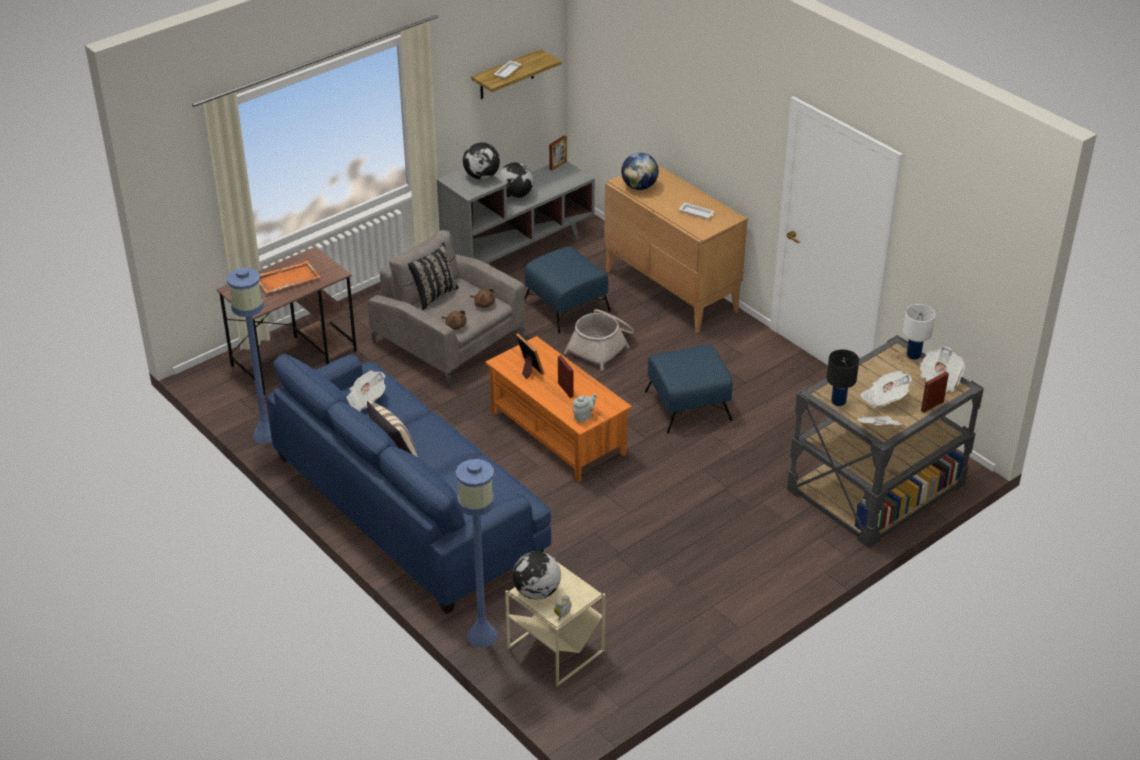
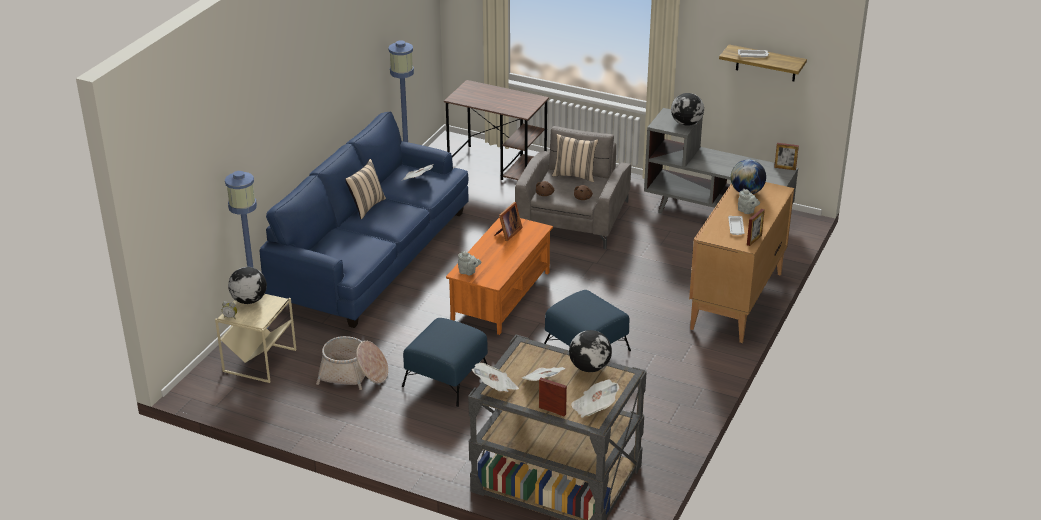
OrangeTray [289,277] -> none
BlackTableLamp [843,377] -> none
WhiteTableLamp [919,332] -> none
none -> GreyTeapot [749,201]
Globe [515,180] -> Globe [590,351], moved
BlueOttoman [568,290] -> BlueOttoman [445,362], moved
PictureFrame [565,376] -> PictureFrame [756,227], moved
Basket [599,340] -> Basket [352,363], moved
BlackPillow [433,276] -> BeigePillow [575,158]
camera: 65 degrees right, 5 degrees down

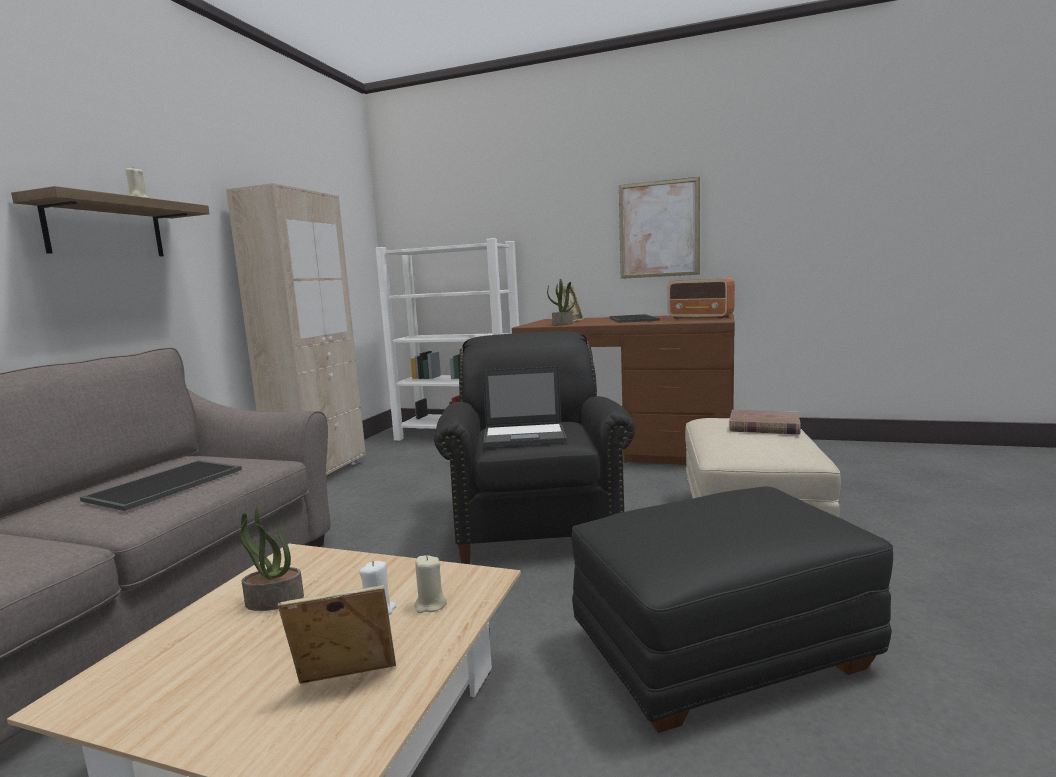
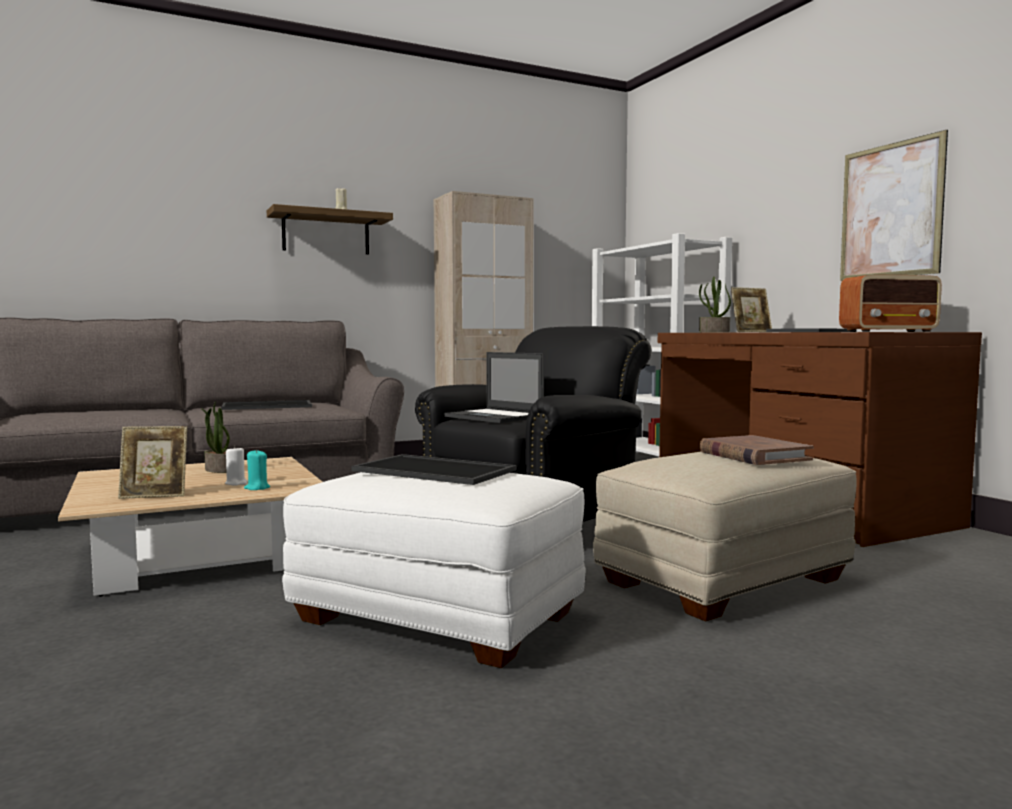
none -> Tray [434,469]
BeigeCandle [430,584] -> TurquoiseCandle [257,469]
BlackOttoman [732,610] -> WhiteOttoman [434,570]
PictureFrame [337,634] -> PictureFrame [152,462], 135 degrees clockwise
Radio [701,298] -> Radio [890,303], 90 degrees counterclockwise
camera: 45 degrees right, 5 degrees down

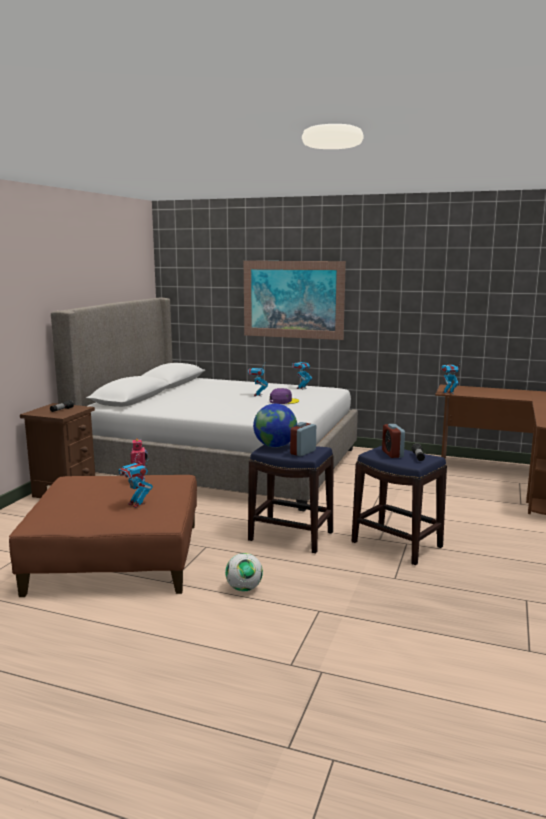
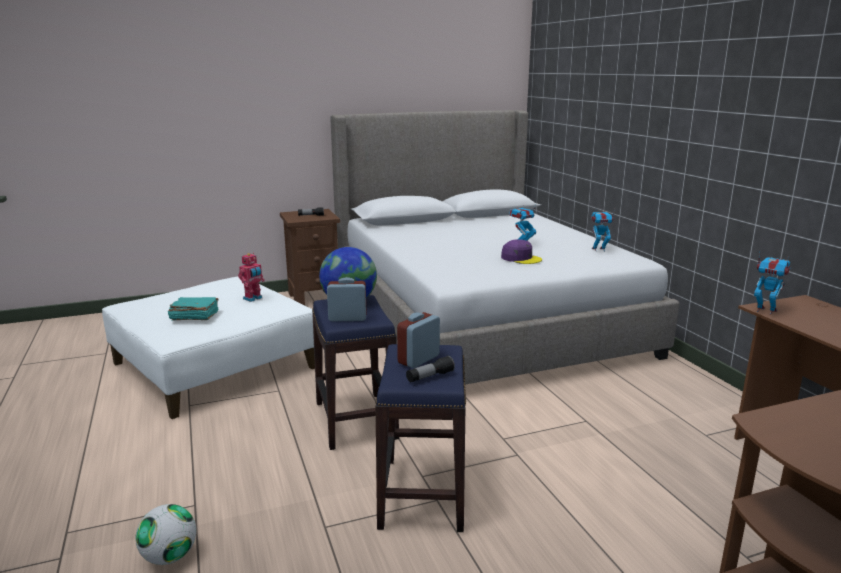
Picture [295,300] -> none
Football [244,572] -> Football [165,534], moved
ToyRobot [136,482] -> TurquoiseBook [193,308]
BrownOttoman [103,536] -> WhiteOttoman [208,348]
camera: 50 degrees right, 5 degrees up

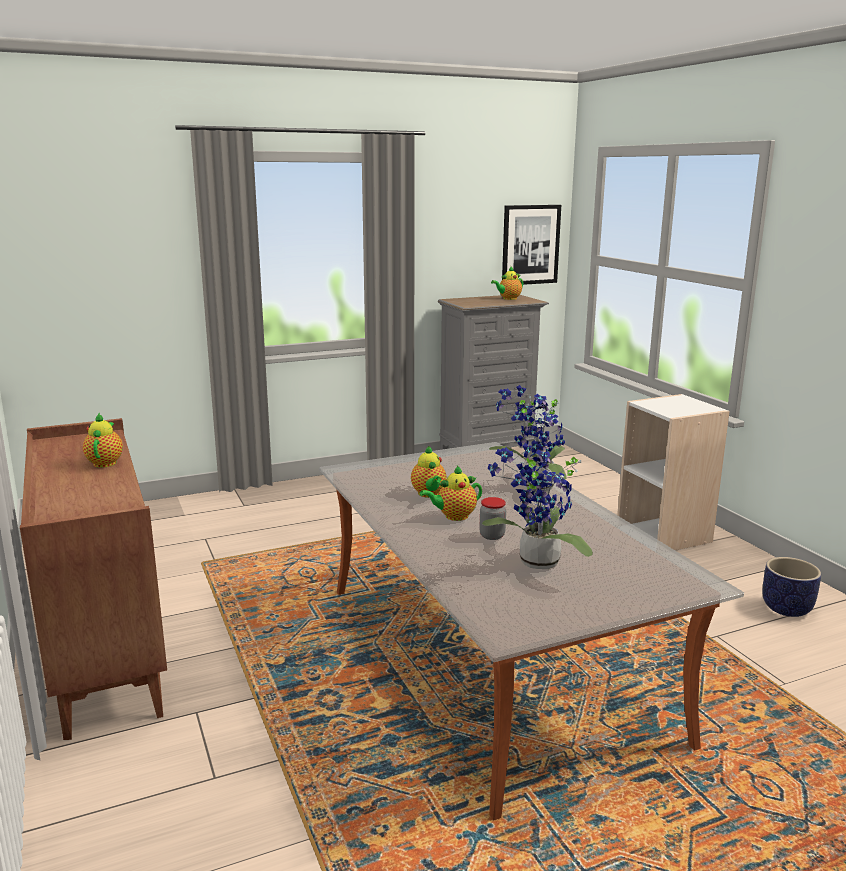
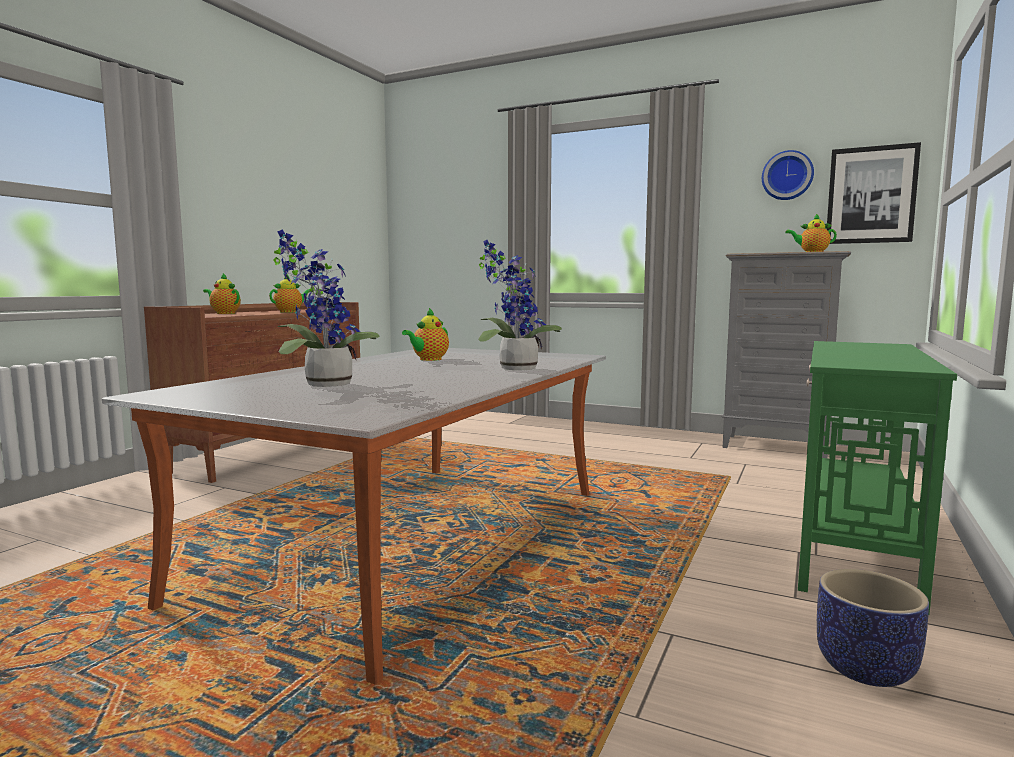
Jar [492,518] -> none
none -> WallClock [788,175]
Teapot [451,493] -> Teapot [222,293], moved
Bookcase [673,472] -> GreenConsoleTable [877,477]
camera: 50 degrees right, 10 degrees down

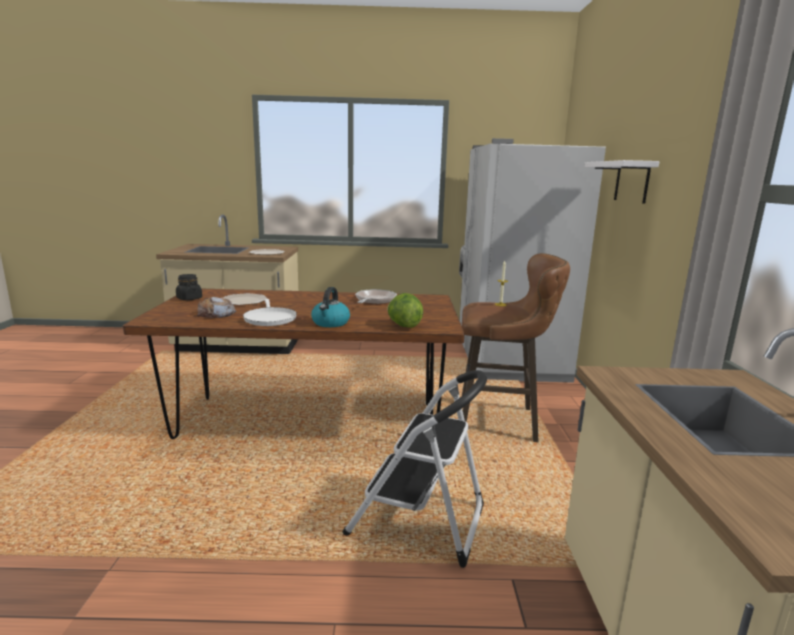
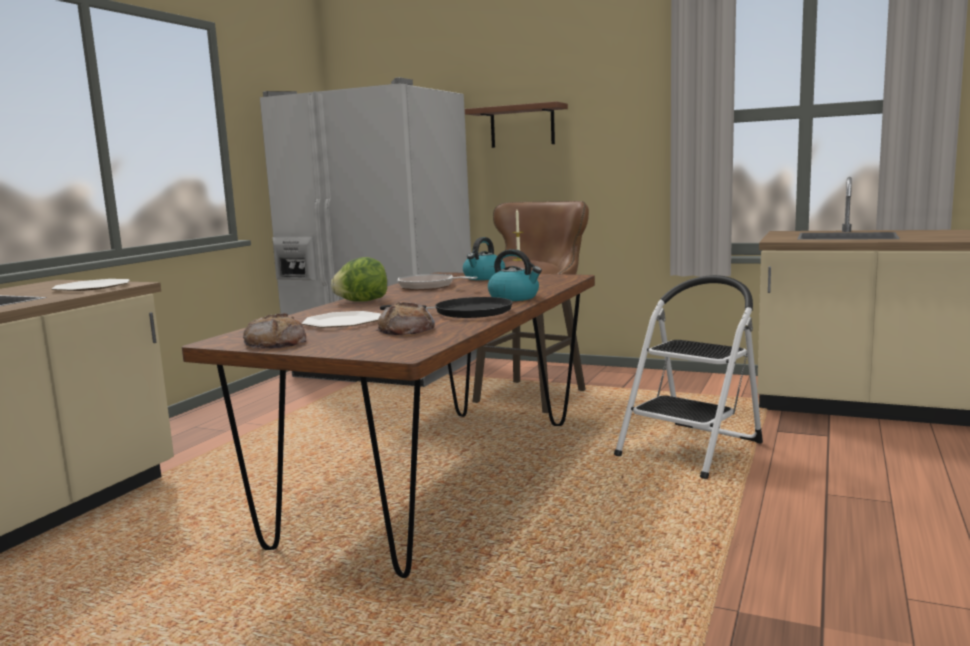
none -> Kettle [484,258]
Lettuce [405,310] -> Lettuce [359,279], moved
BlackJar [189,287] -> Bread [274,331]
WhiteFryingPan [270,312] -> BlackFryingPan [446,307]
WhiteShelf [621,182] -> BrownShelf [516,124]
camera: 65 degrees left, 5 degrees down

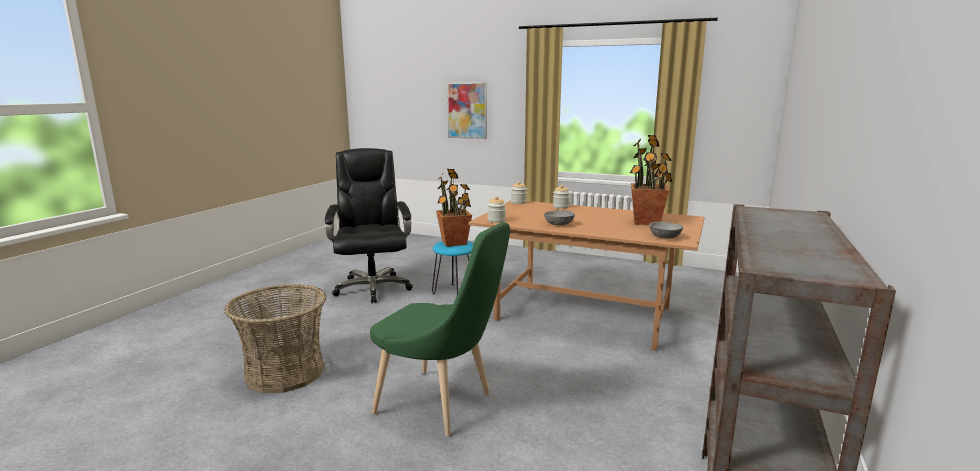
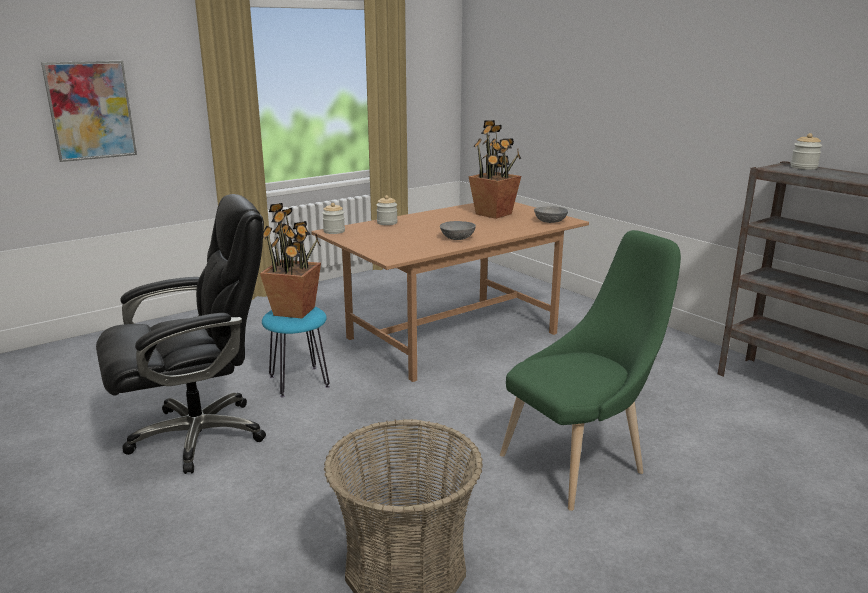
Jar [496,209] -> Jar [806,151], moved
BlackOfficeChair [369,225] -> BlackOfficeChair [181,334], 135 degrees clockwise
camera: 60 degrees left, 5 degrees up

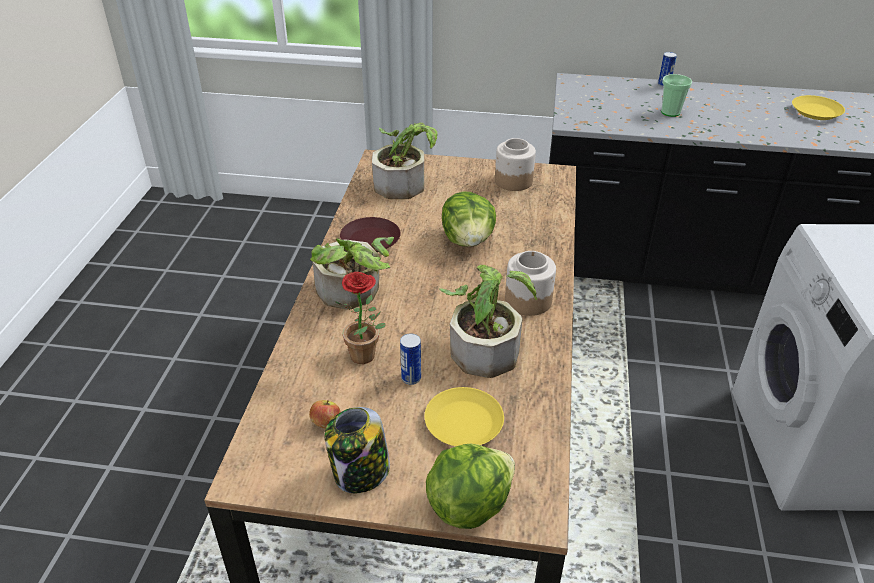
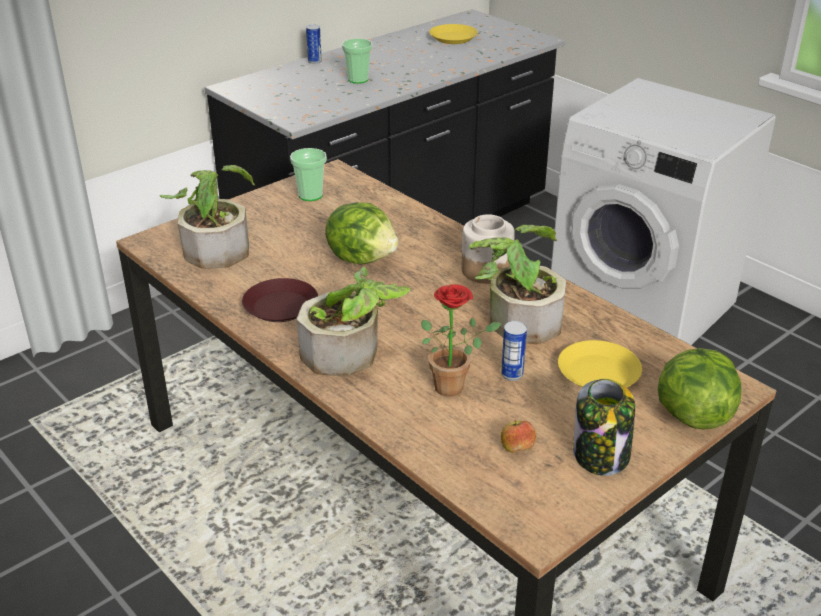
Jar [515,164] -> Cup [308,174]
camera: 50 degrees left, 5 degrees down

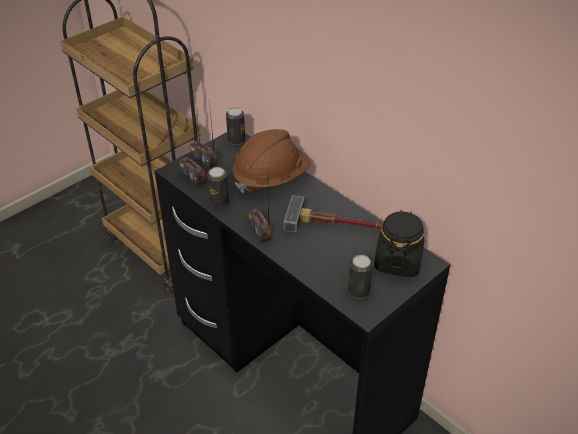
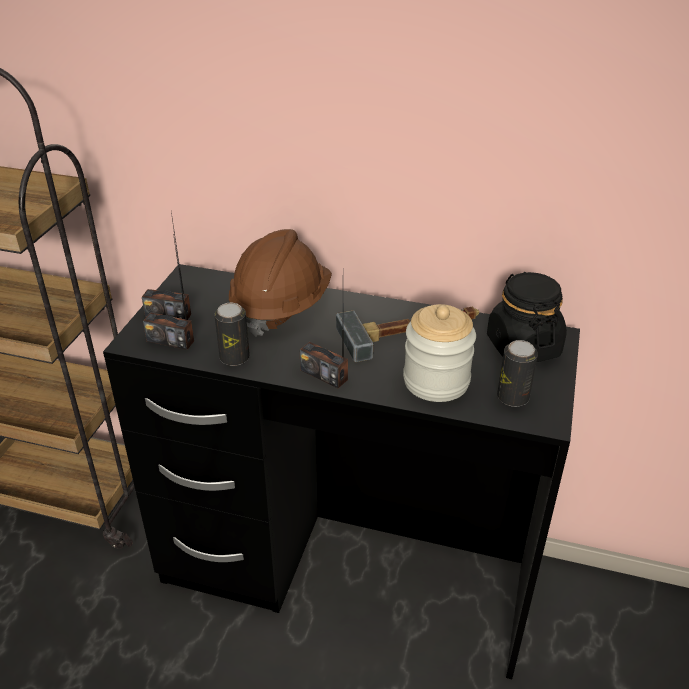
Can [235,126] -> none
none -> Jar [439,353]
camera: 30 degrees left, 5 degrees down

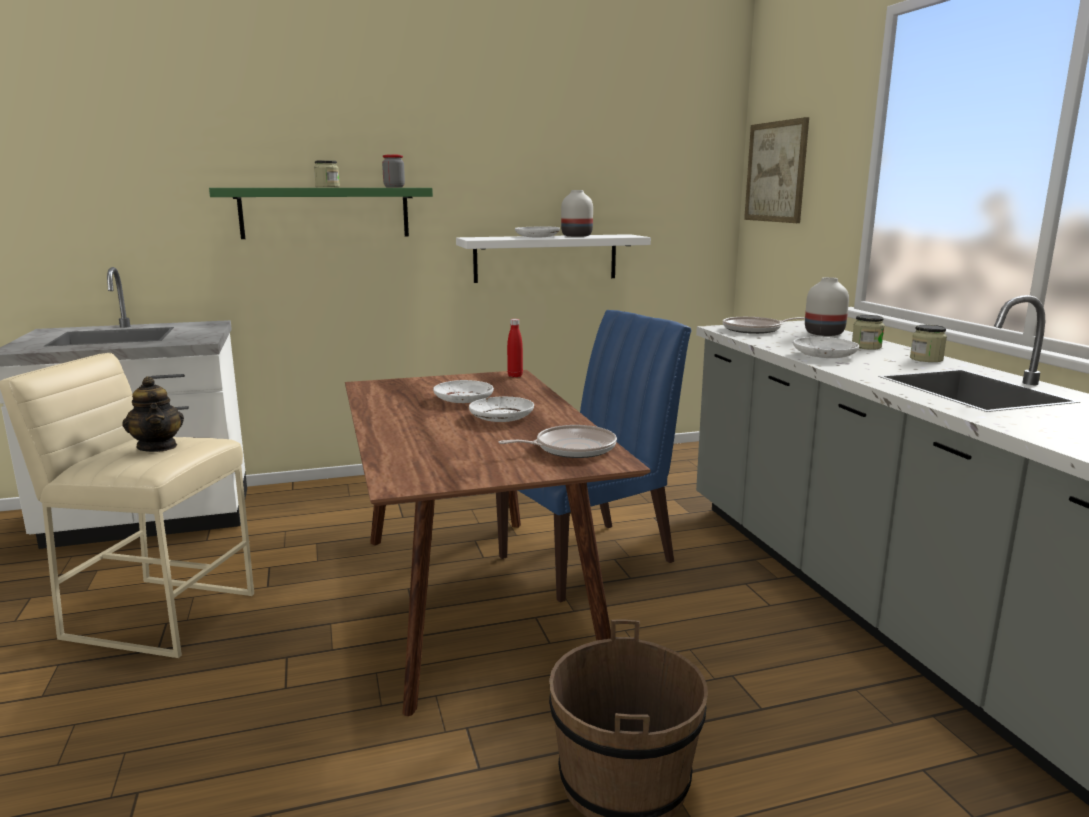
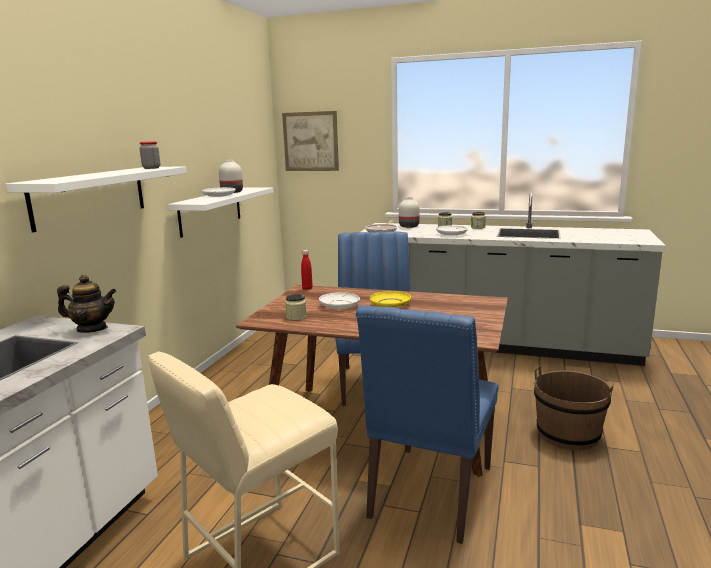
FryingPan [557,441] -> none
none -> BlueChair [427,424]
Teapot [153,414] -> Teapot [87,304], moved
Jar [327,174] -> Jar [296,307], moved
GreenShelf [321,213] -> WhiteShelf [96,199]
WhitePlate [501,409] -> YellowPlate [390,299]
camera: 55 degrees left, 0 degrees up

